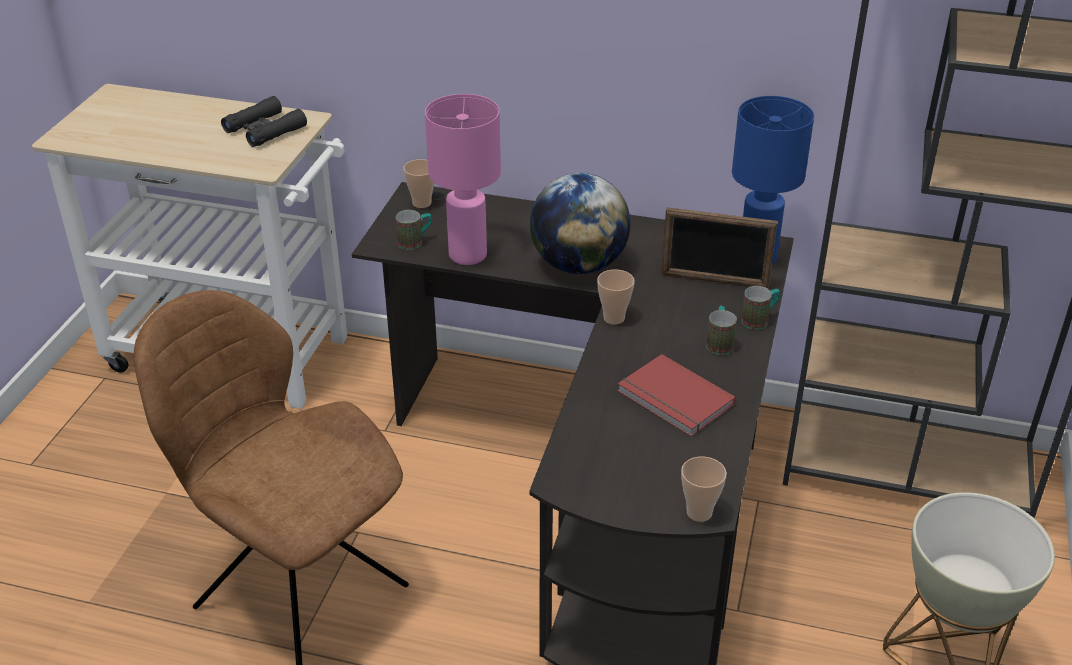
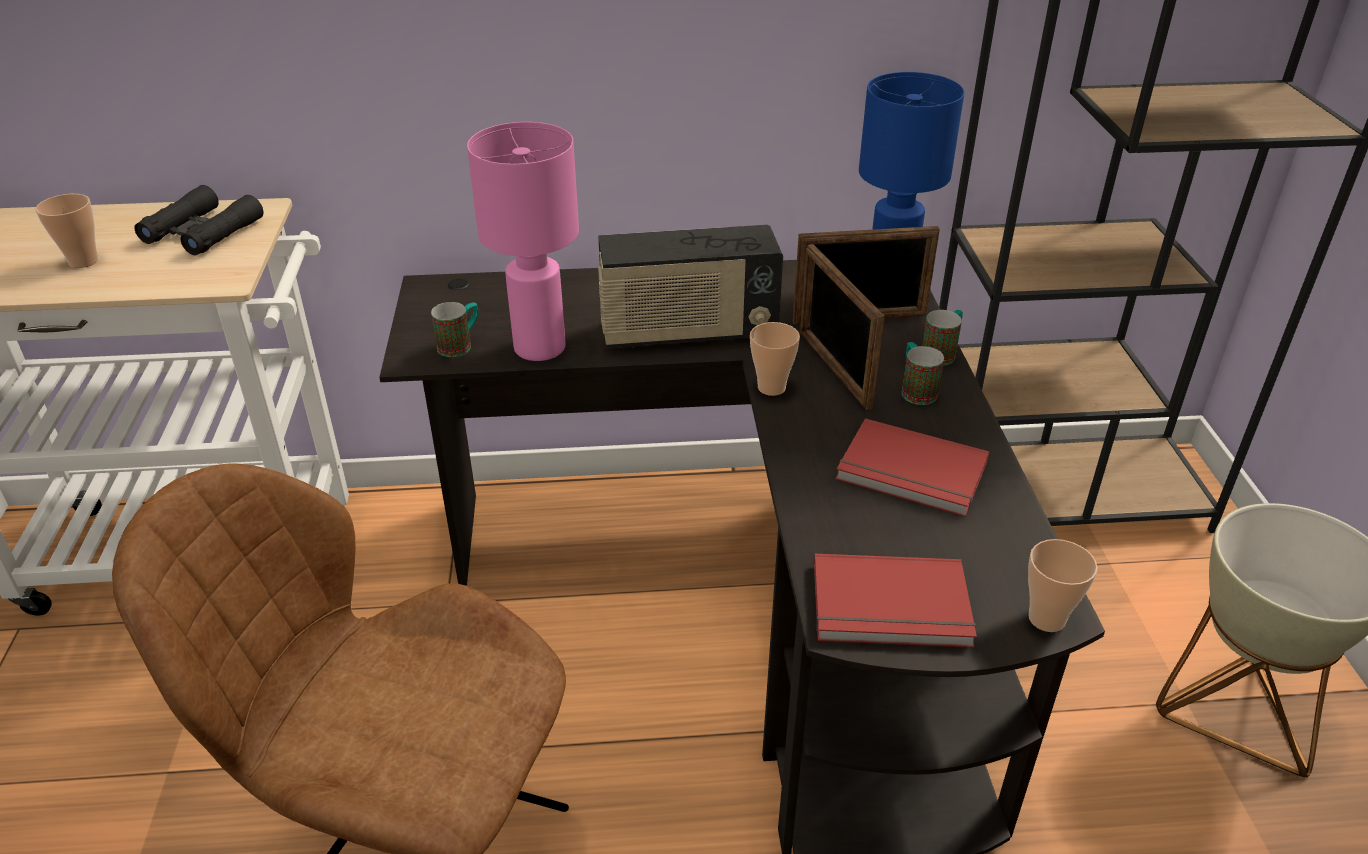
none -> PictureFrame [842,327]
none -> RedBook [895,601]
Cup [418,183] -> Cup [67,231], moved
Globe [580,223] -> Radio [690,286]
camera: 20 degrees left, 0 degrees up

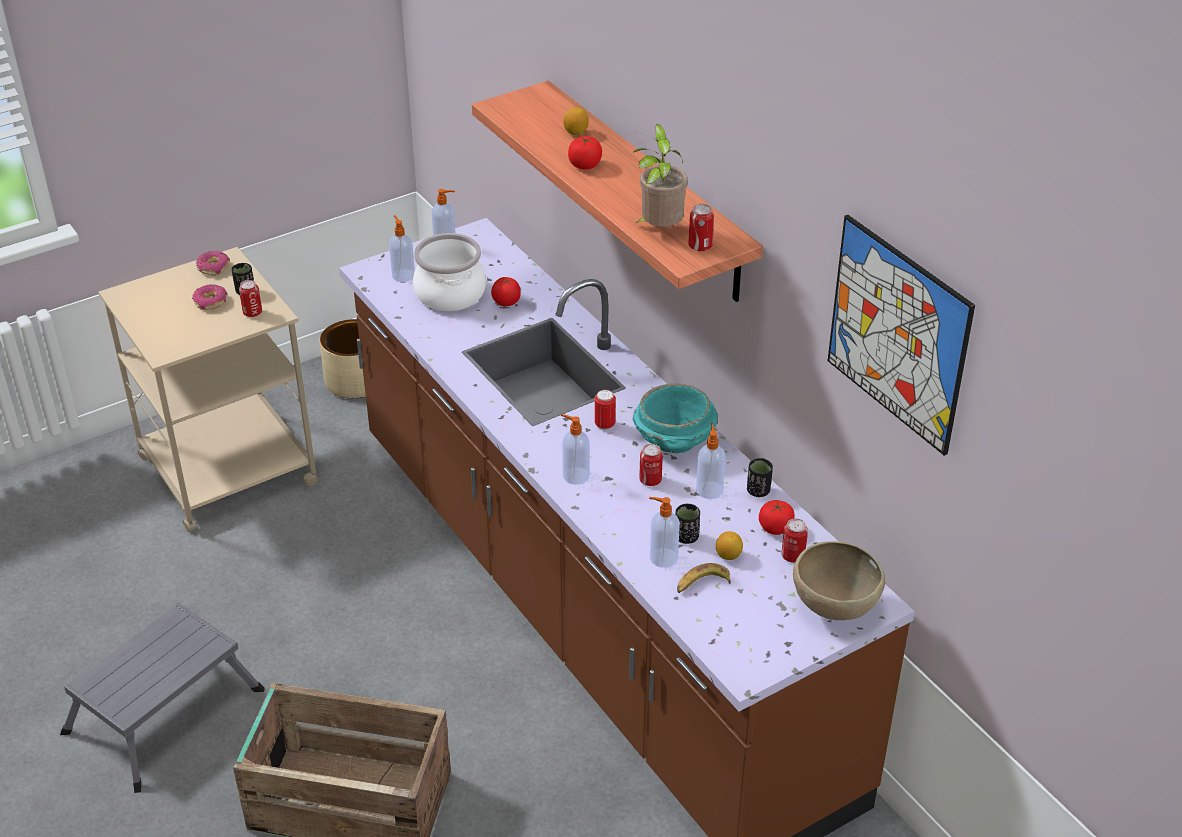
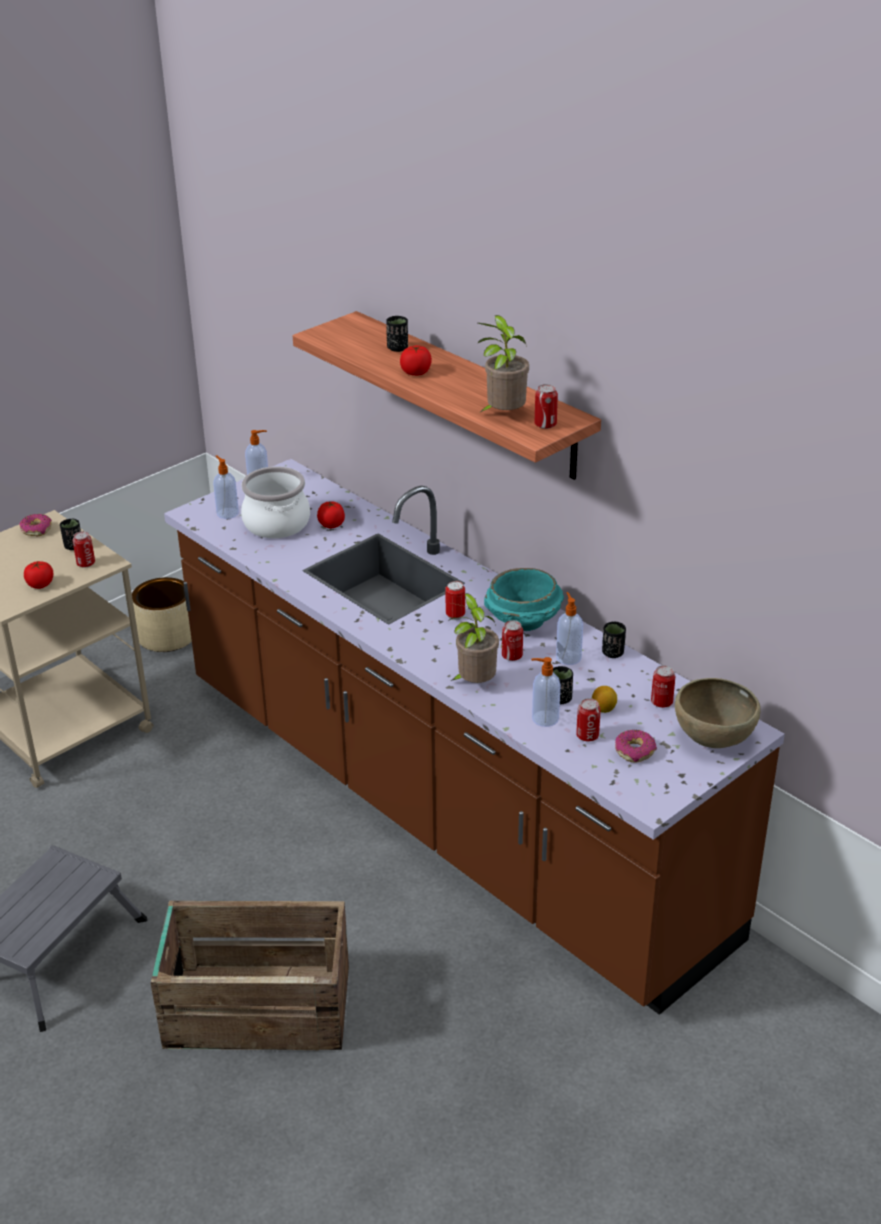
SoapDispenser [575,449] -> none
Picture [901,335] -> none
none -> PottedPlant [474,638]
Donut [210,297] -> Donut [636,746], moved
Tomato [777,517] -> Tomato [38,575], moved
Lemon [576,121] -> BlackCup [397,334]
Banana [704,578] -> Can [588,720]
camera: 10 degrees left, 5 degrees down

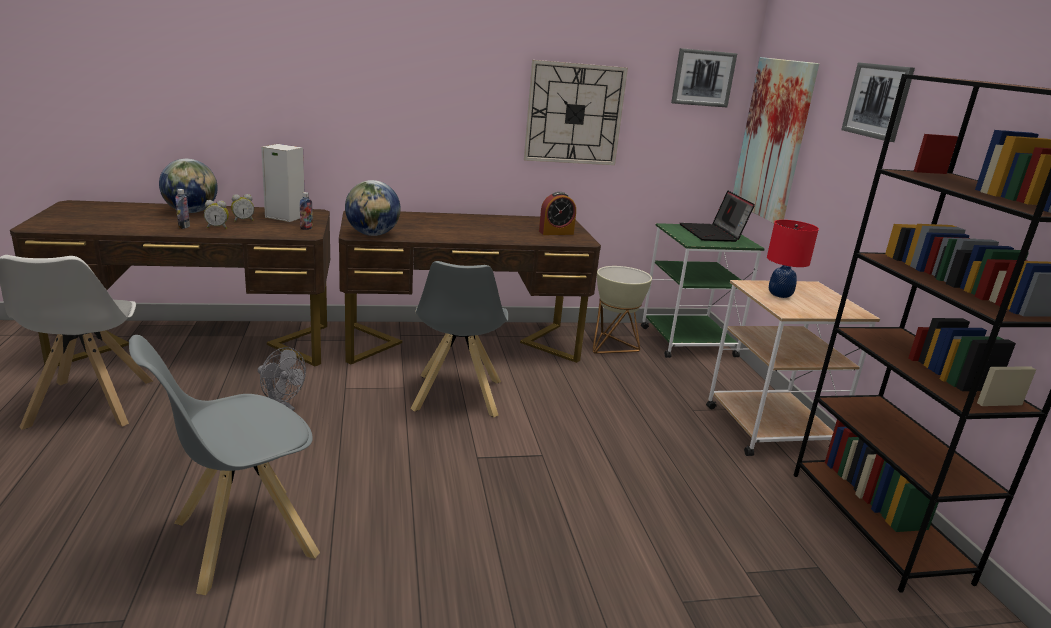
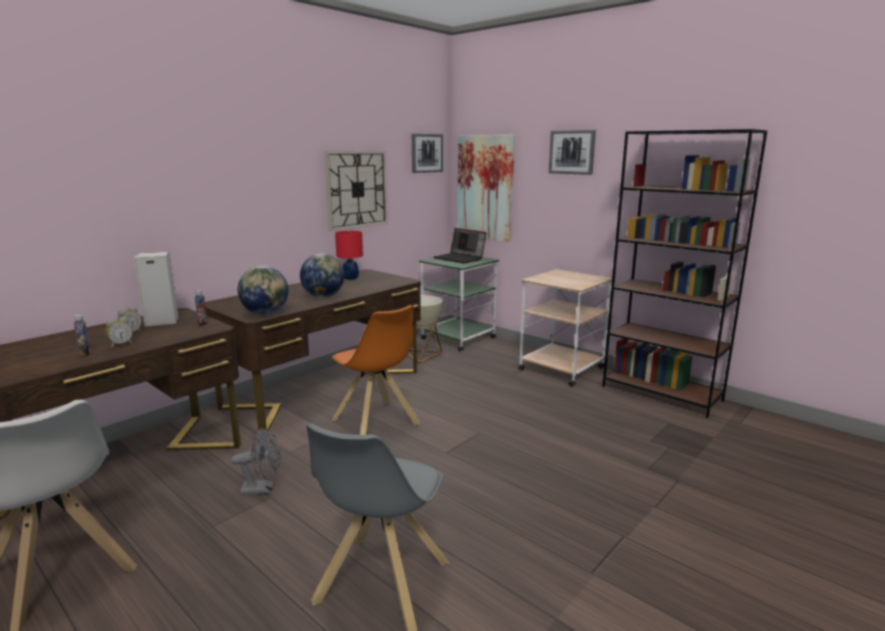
AlarmClock [557,213] -> none
Globe [188,186] -> Globe [322,275], moved
RedTableLamp [793,259] -> RedTableLamp [349,255], moved
GreyChair [459,339] -> OrangeChair [376,370]
camera: 35 degrees left, 5 degrees down

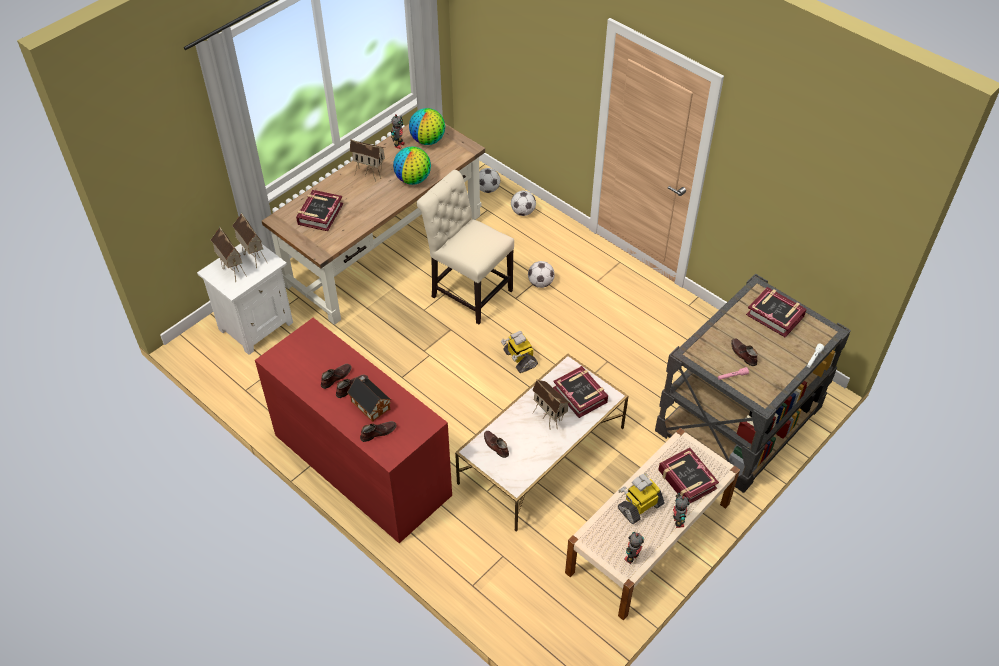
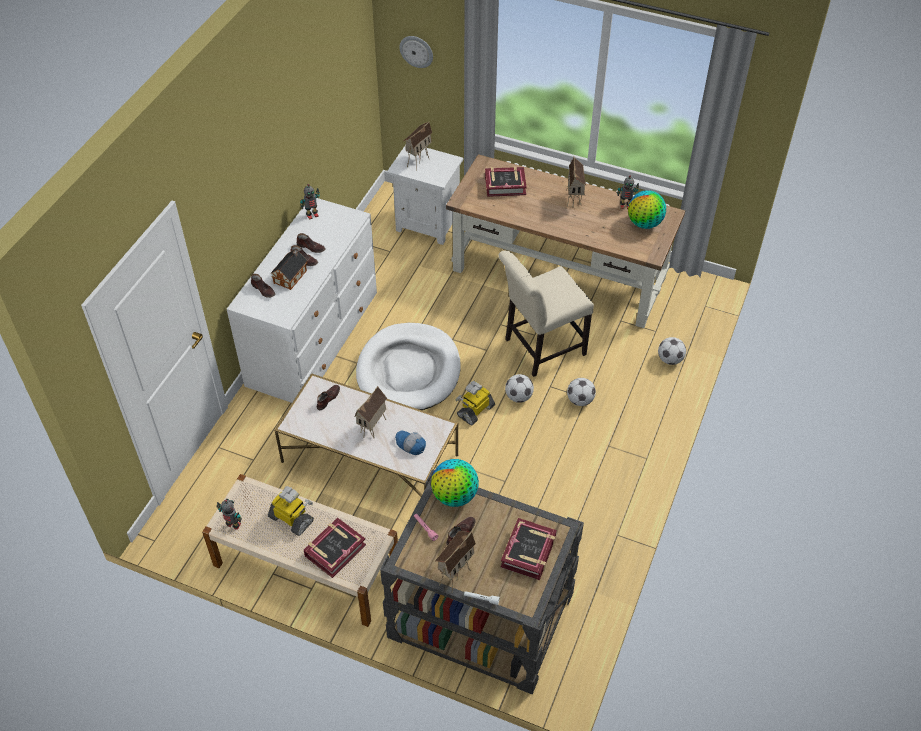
none -> WhiteDogBed [408,366]
none -> WallClock [416,52]
ToyHouse [249,240] -> ToyHouse [455,562], moved
Globe [412,166] -> Globe [455,483], moved
Football [489,180] -> Football [519,388], moved
ToyRobot [681,510] -> ToyRobot [310,202], moved
Book [580,392] -> Cap [410,442]
RedDresser [353,430] -> WhiteDresser [302,300]
BeigeChair [465,247] -> BeigeChair [546,313], 135 degrees counterclockwise
camera: 70 degrees right, 0 degrees up

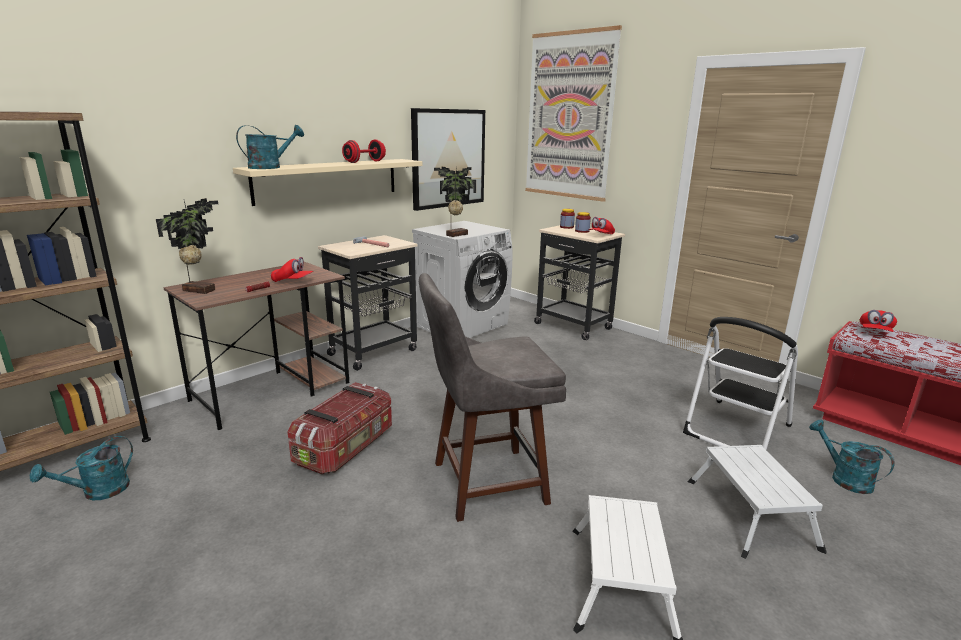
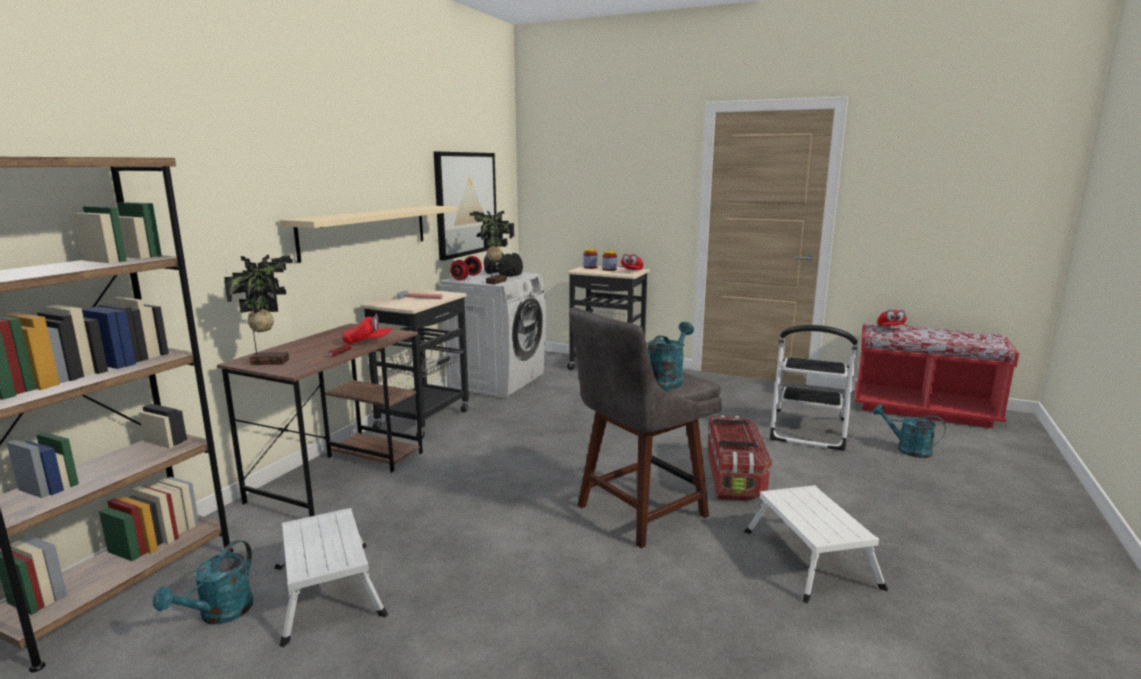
Picture [573,113] -> none
none -> BlackDumbbell [503,265]
TurquoiseWateringCan [270,147] -> TurquoiseWateringCan [670,356], moved
StorageBox [340,428] -> StorageBox [740,458], moved
RedDumbbell [364,151] -> RedDumbbell [466,268], moved
WhiteStepLadder [757,502] -> WhiteStepLadder [331,577], moved
camera: 20 degrees left, 5 degrees down

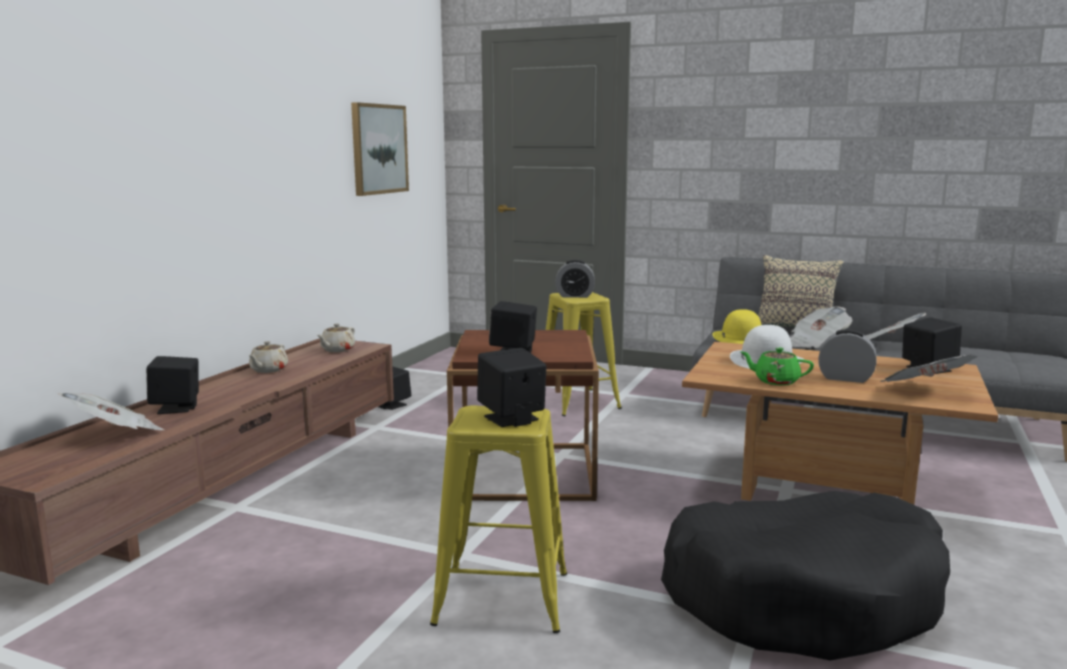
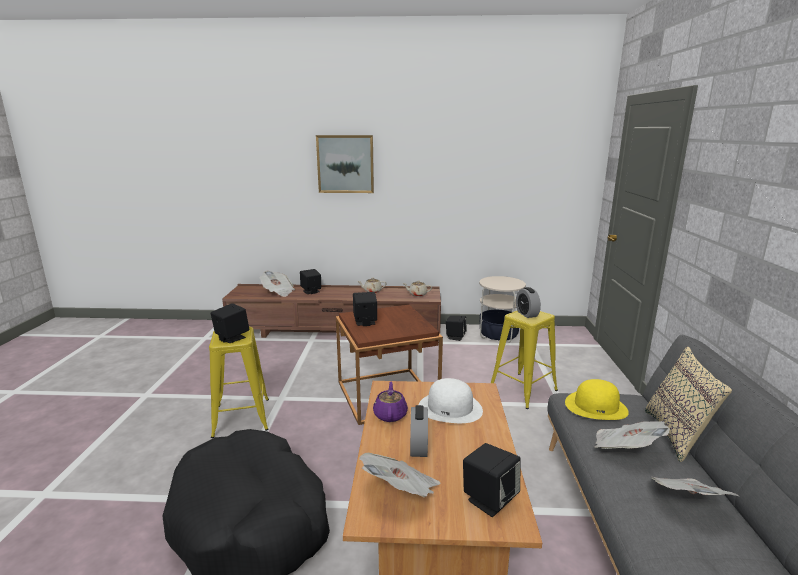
none -> BeigeSideTable [502,309]
Picture [380,149] -> Picture [345,164], moved
GreenTeapot [777,366] -> PurpleTeapot [390,402]
camera: 70 degrees right, 5 degrees up

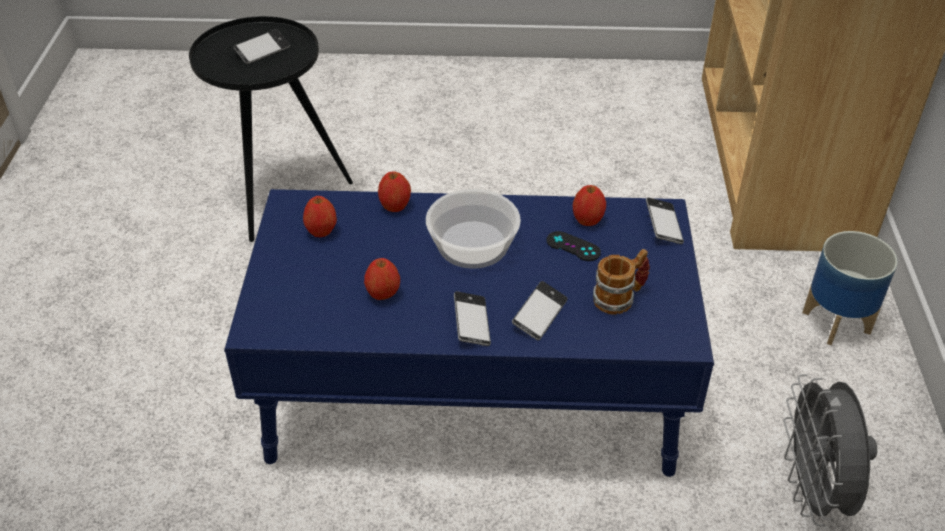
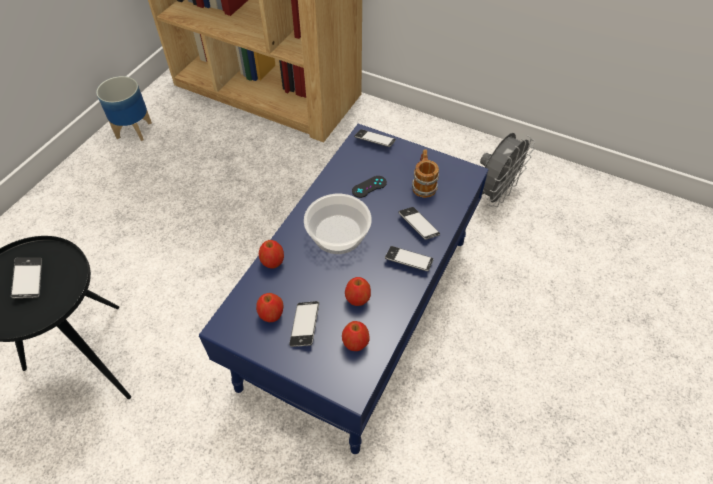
none -> Phone [304,324]
Apple [589,205] -> Apple [356,336], moved
Planter [850,288] -> Planter [124,108], moved
GreyFan [830,450] -> GreyFan [507,170], 75 degrees counterclockwise
camera: 65 degrees left, 10 degrees up

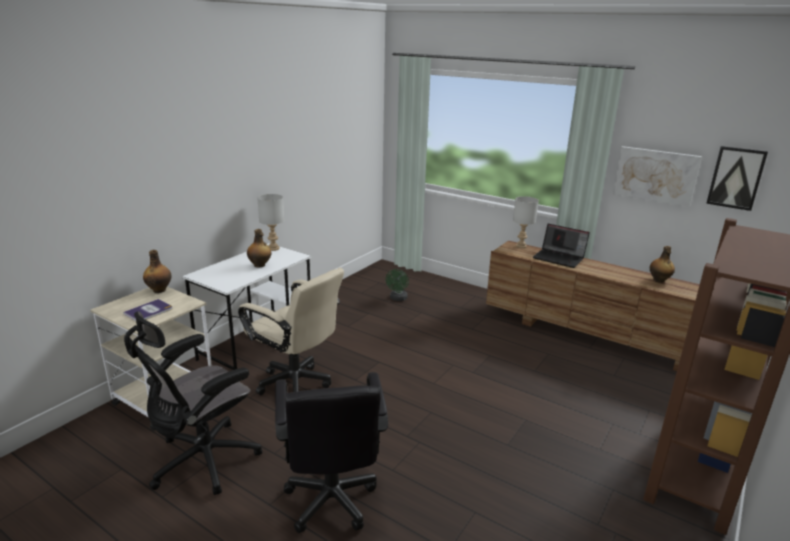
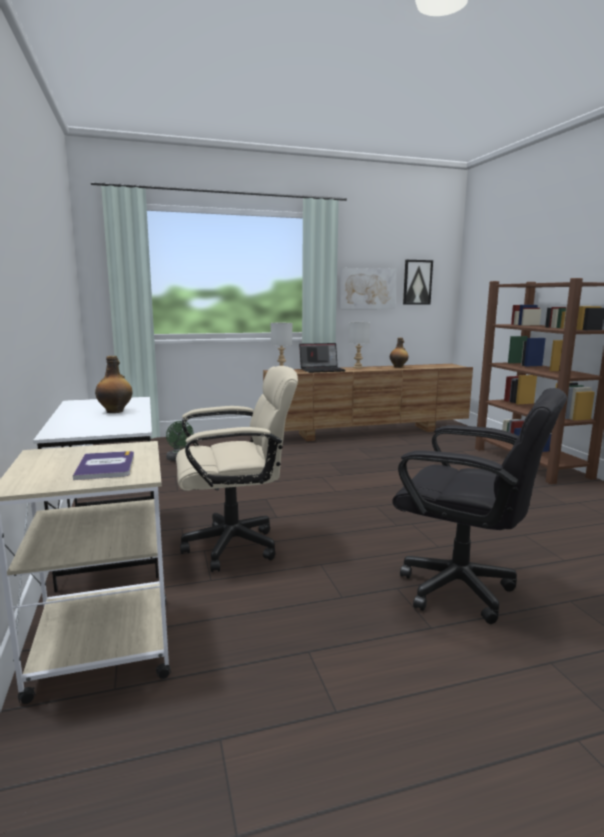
OfficeChair [193,403] -> none
Bottle [157,271] -> none
GreyTableLamp [270,222] -> GreyTableLamp [359,345], moved
camera: 50 degrees left, 10 degrees down

